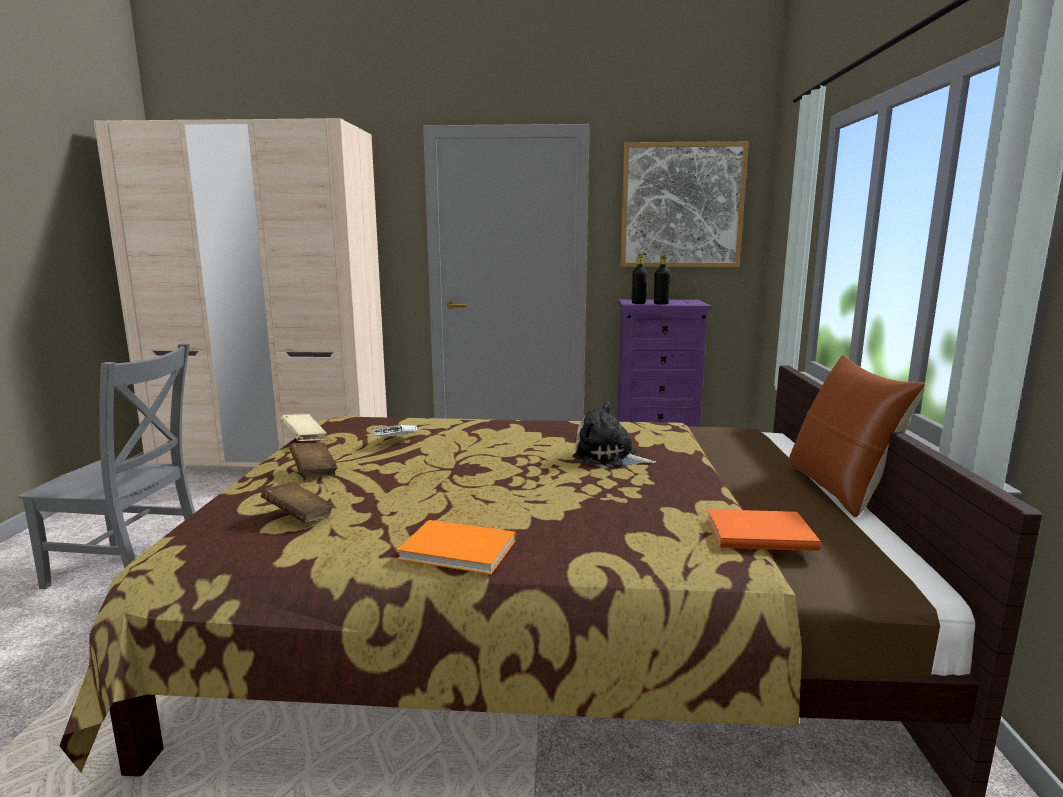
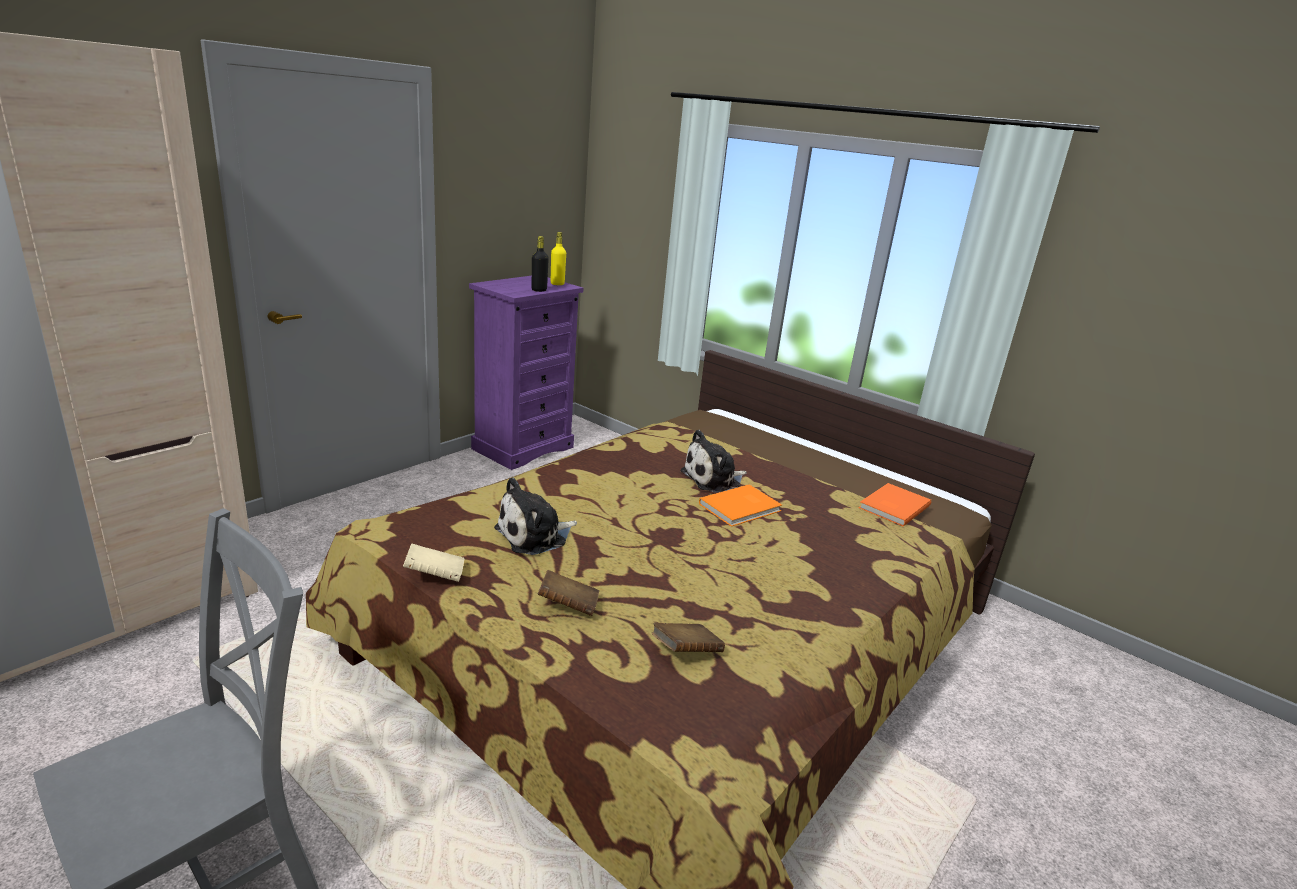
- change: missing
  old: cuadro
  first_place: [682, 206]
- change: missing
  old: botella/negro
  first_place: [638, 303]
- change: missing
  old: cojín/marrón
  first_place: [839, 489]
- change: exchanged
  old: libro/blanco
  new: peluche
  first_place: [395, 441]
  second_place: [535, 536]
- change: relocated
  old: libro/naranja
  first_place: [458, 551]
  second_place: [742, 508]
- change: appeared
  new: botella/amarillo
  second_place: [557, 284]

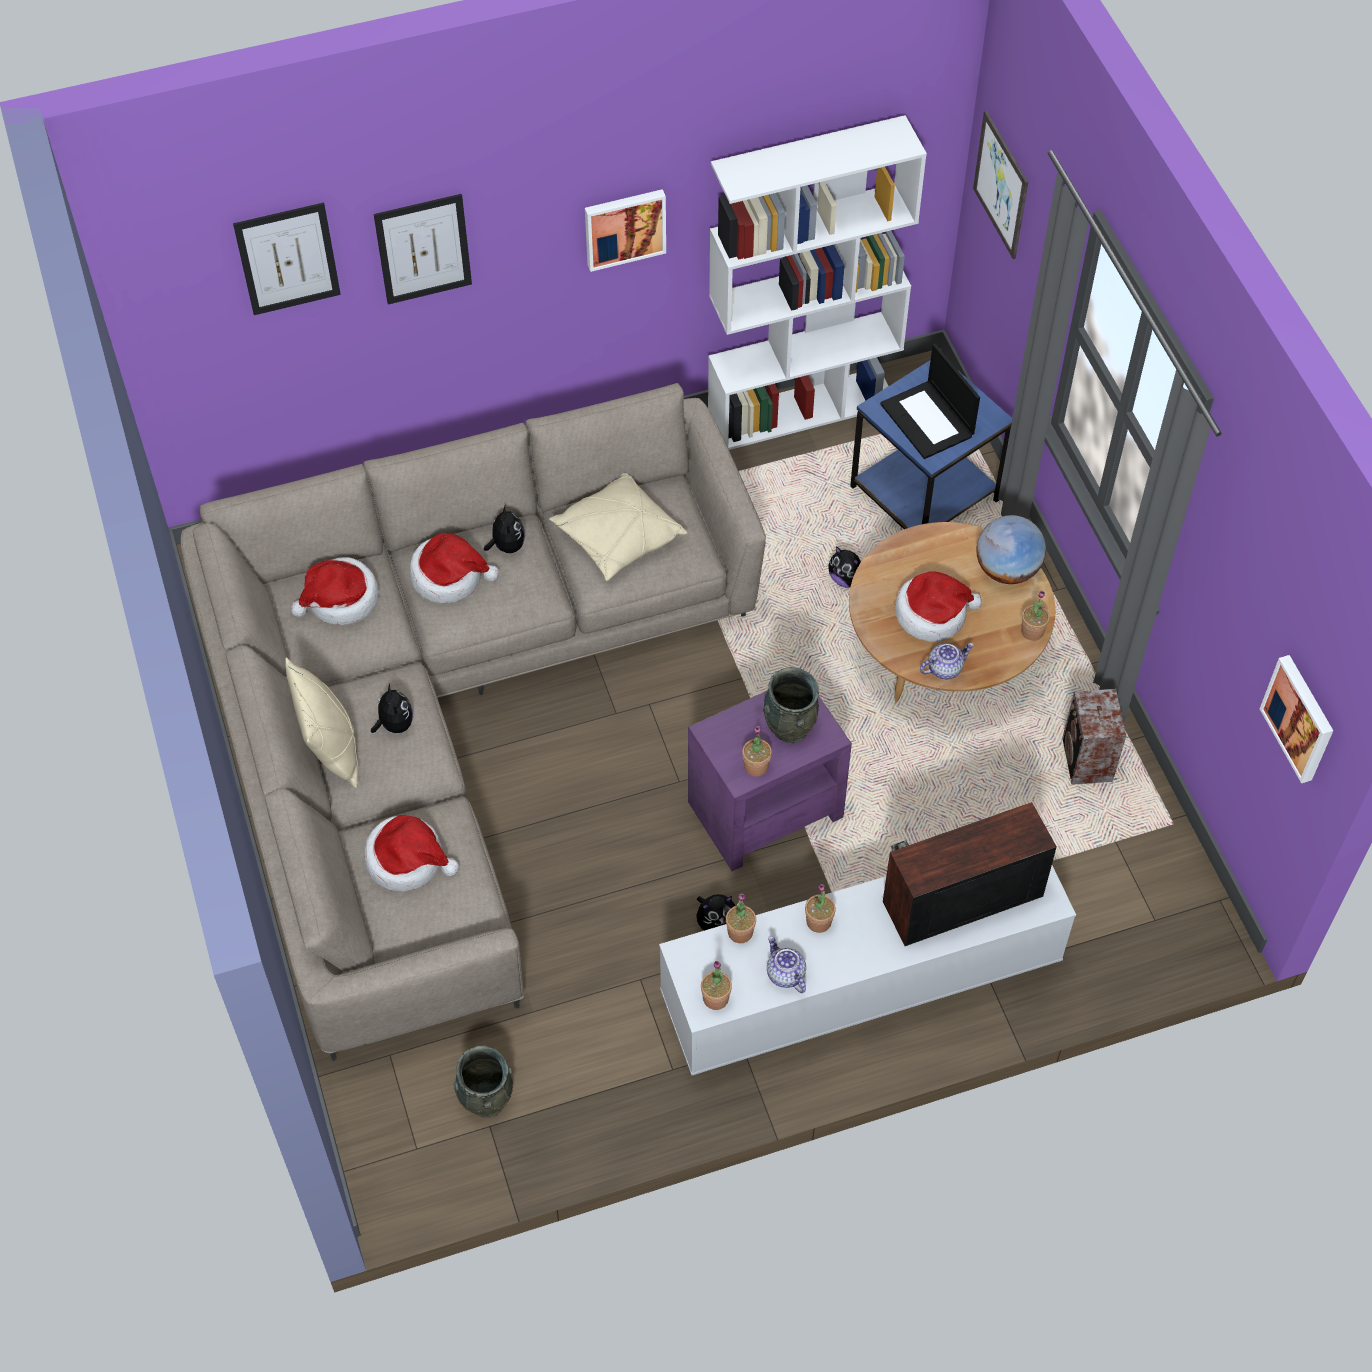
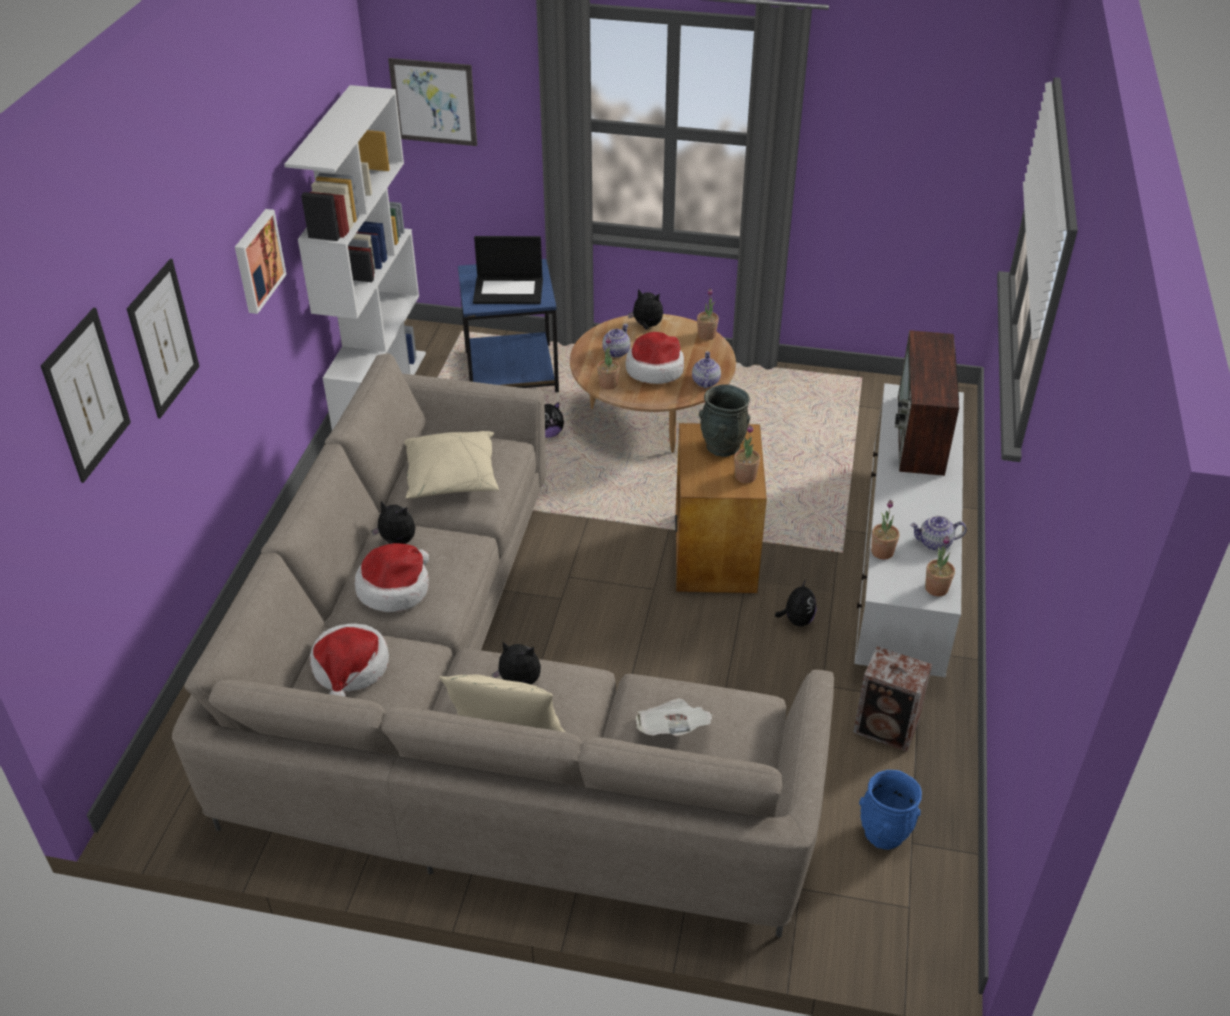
- change: exchanged
  old: globo terráqueo
  new: peluche
  first_place: [1006, 570]
  second_place: [647, 326]
- change: missing
  old: cuadro
  first_place: [1300, 717]
- change: relocated
  old: altavoz
  first_place: [1086, 762]
  second_place: [887, 728]
- change: colour
  old: mesa auxiliar/morado
  new: mesa auxiliar/marrón
  first_place: [764, 809]
  second_place: [714, 554]
- change: exchanged
  old: sombrero
  new: periódico
  first_place: [407, 860]
  second_place: [672, 731]
- change: relocated
  old: planta en maceta
  first_place: [818, 922]
  second_place: [608, 384]
- change: colour
  old: florero/gris
  new: florero/azul
  first_place: [486, 1099]
  second_place: [883, 834]
- change: appeared
  new: tetera
  second_place: [616, 352]

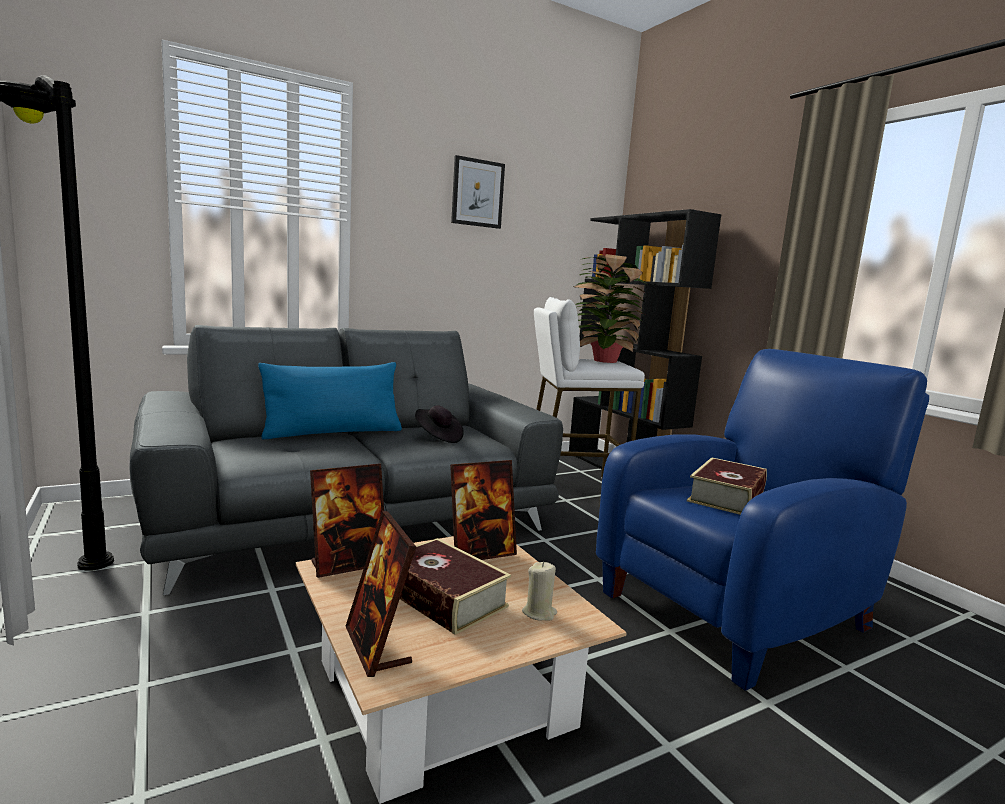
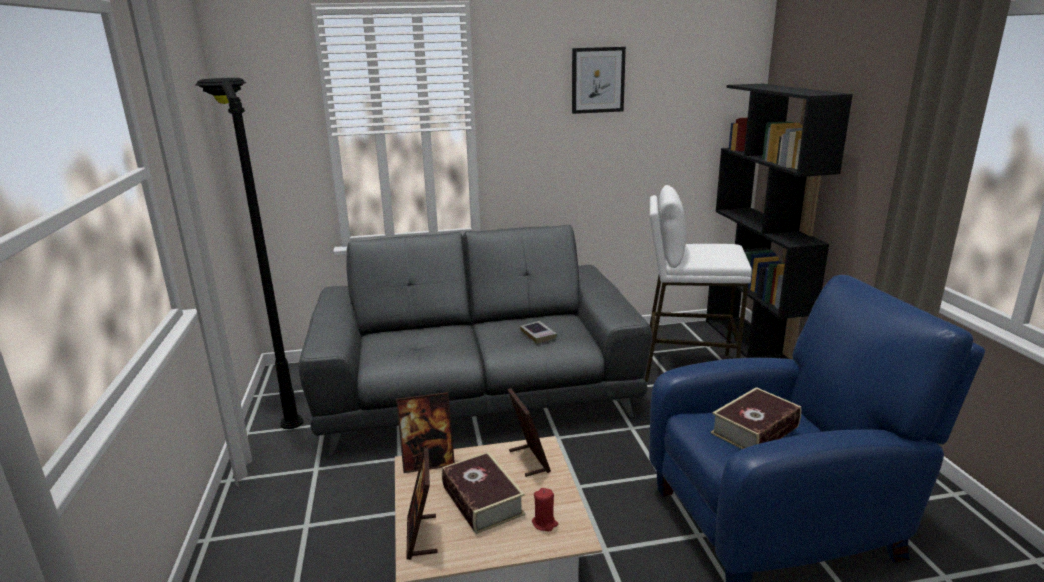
- change: missing
  old: planta en maceta
  first_place: [603, 360]
- change: missing
  old: cojín/azul
  first_place: [333, 432]
- change: exchanged
  old: sombrero/negro
  new: libro
  first_place: [438, 437]
  second_place: [538, 335]
- change: spun
  old: portarretratos
  first_place: [480, 553]
  second_place: [529, 460]
  degrees: -105
- change: colour
  old: vela/beis
  new: vela/rojo
  first_place: [539, 613]
  second_place: [544, 523]

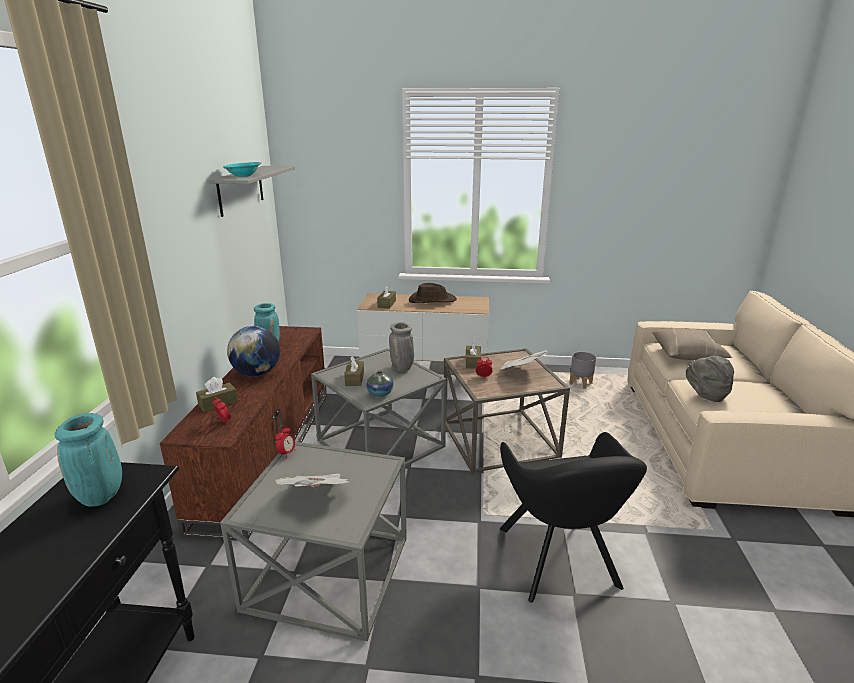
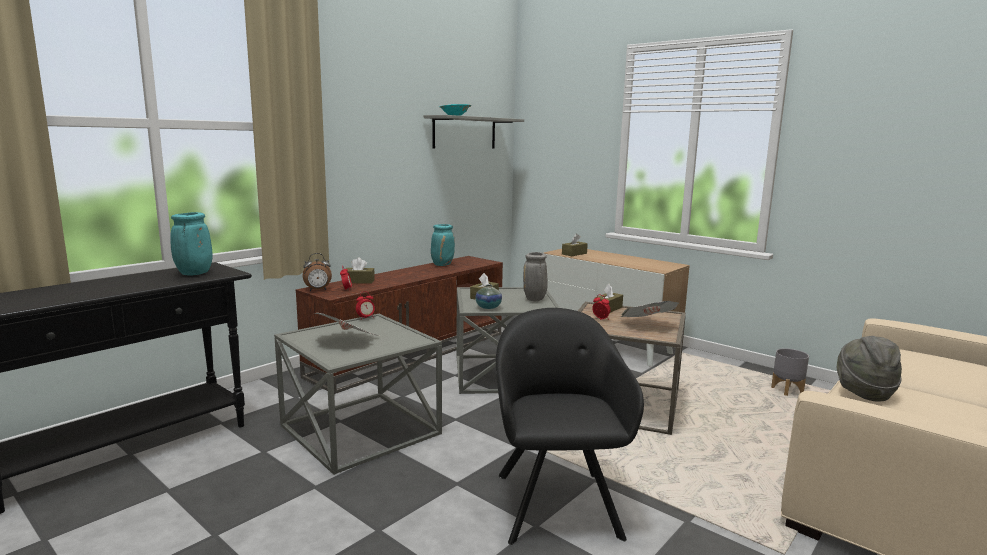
- change: missing
  old: sombrero/marrón
  first_place: [432, 300]
- change: missing
  old: globo terráqueo
  first_place: [257, 373]
- change: missing
  old: cojín/beis
  first_place: [687, 354]
- change: spun
  old: sillón/negro
  first_place: [560, 561]
  second_place: [555, 500]
  degrees: 150
- change: appeared
  new: despertador
  second_place: [318, 290]

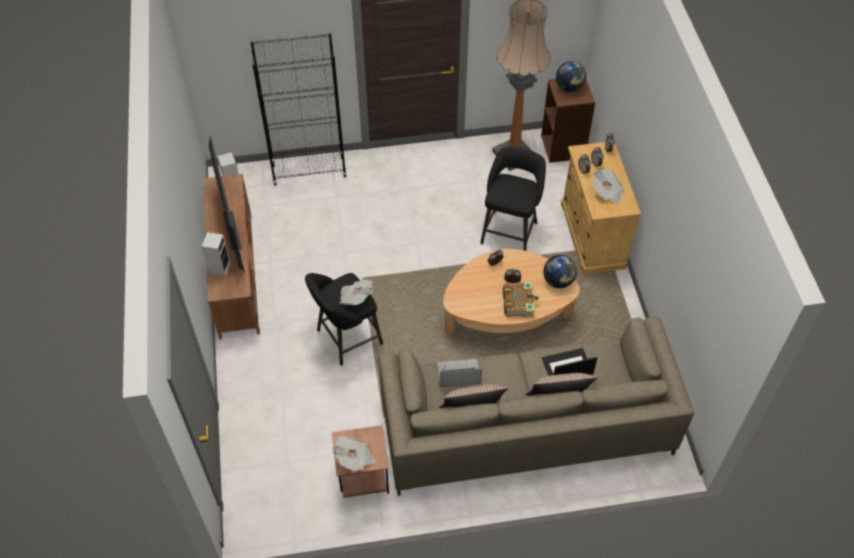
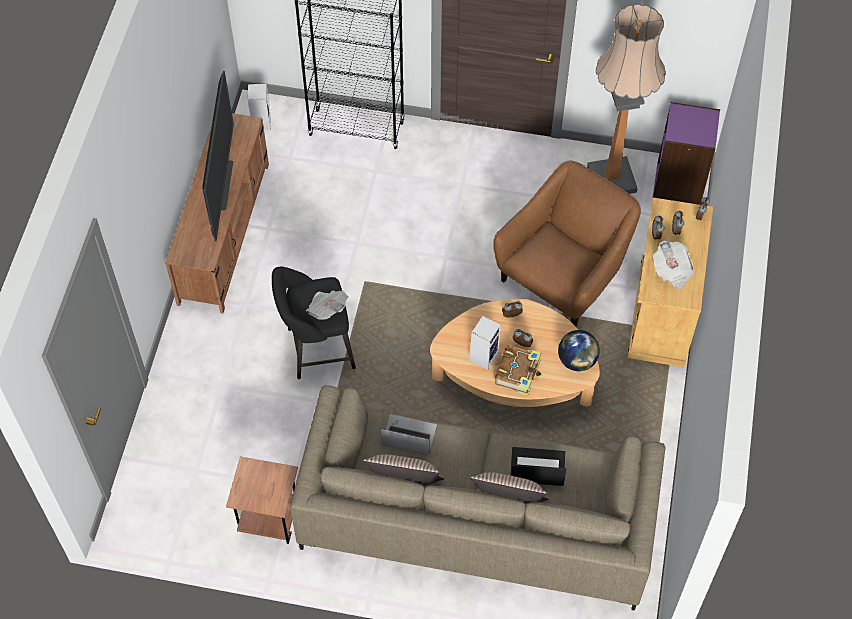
- change: missing
  old: globo terráqueo
  first_place: [569, 87]
- change: colour
  old: estantería/marrón
  new: estantería/morado
  first_place: [563, 147]
  second_place: [678, 186]
- change: exchanged
  old: taburete/negro
  new: sillón/marrón
  first_place: [510, 230]
  second_place: [563, 275]
- change: relocated
  old: altavoz
  first_place: [219, 267]
  second_place: [484, 355]
- change: missing
  old: periódico
  first_place: [354, 458]

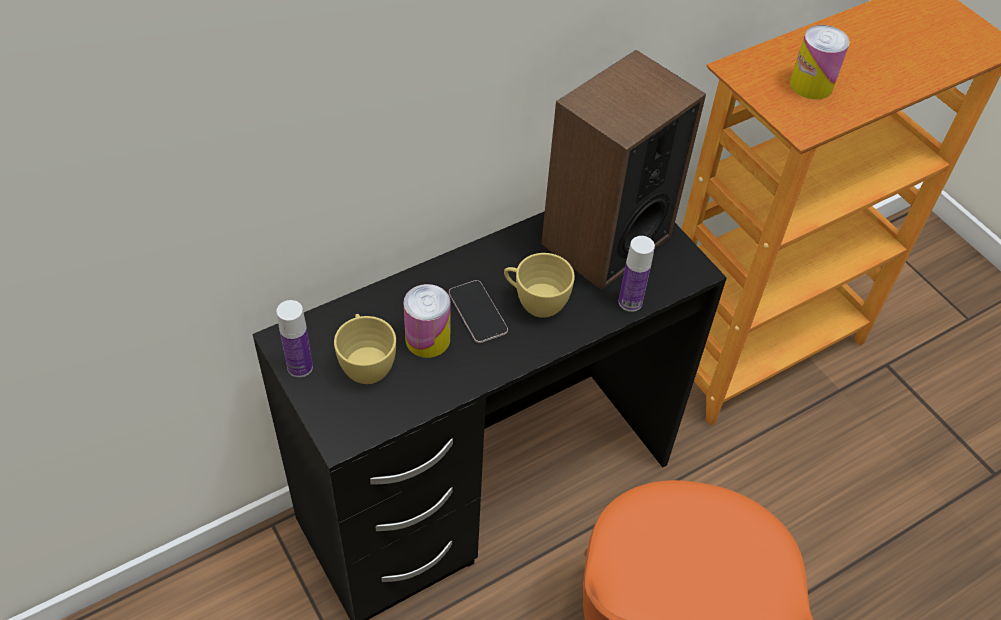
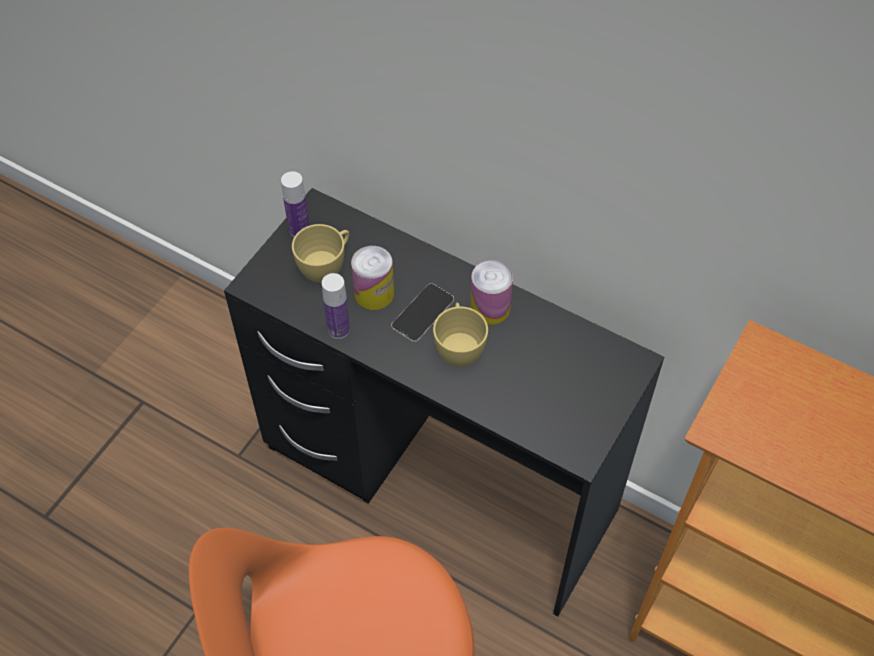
- change: relocated
  old: lata
  first_place: [811, 85]
  second_place: [490, 308]
- change: missing
  old: altavoz
  first_place: [605, 239]
- change: relocated
  old: botella
  first_place: [630, 302]
  second_place: [338, 329]

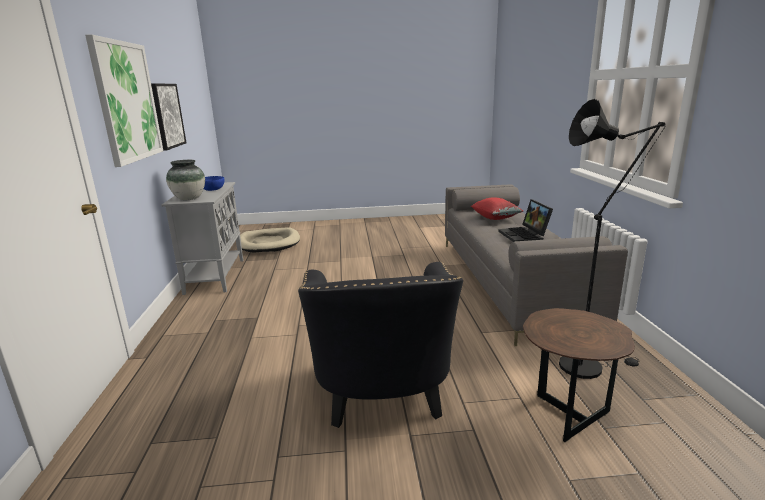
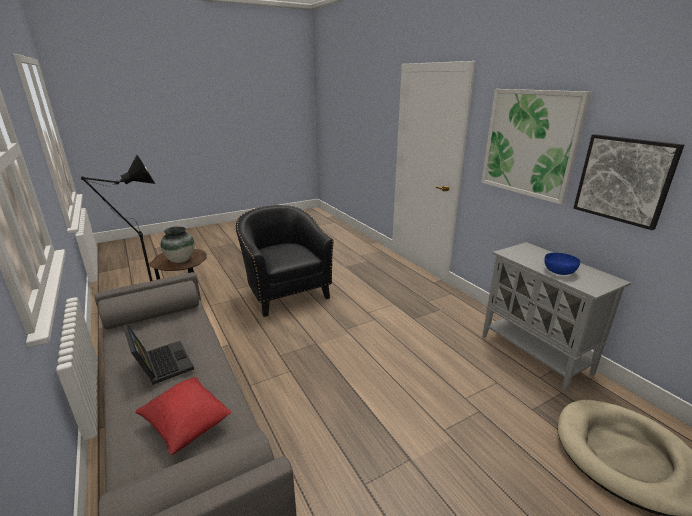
- change: relocated
  old: florero
  first_place: [189, 198]
  second_place: [180, 260]

